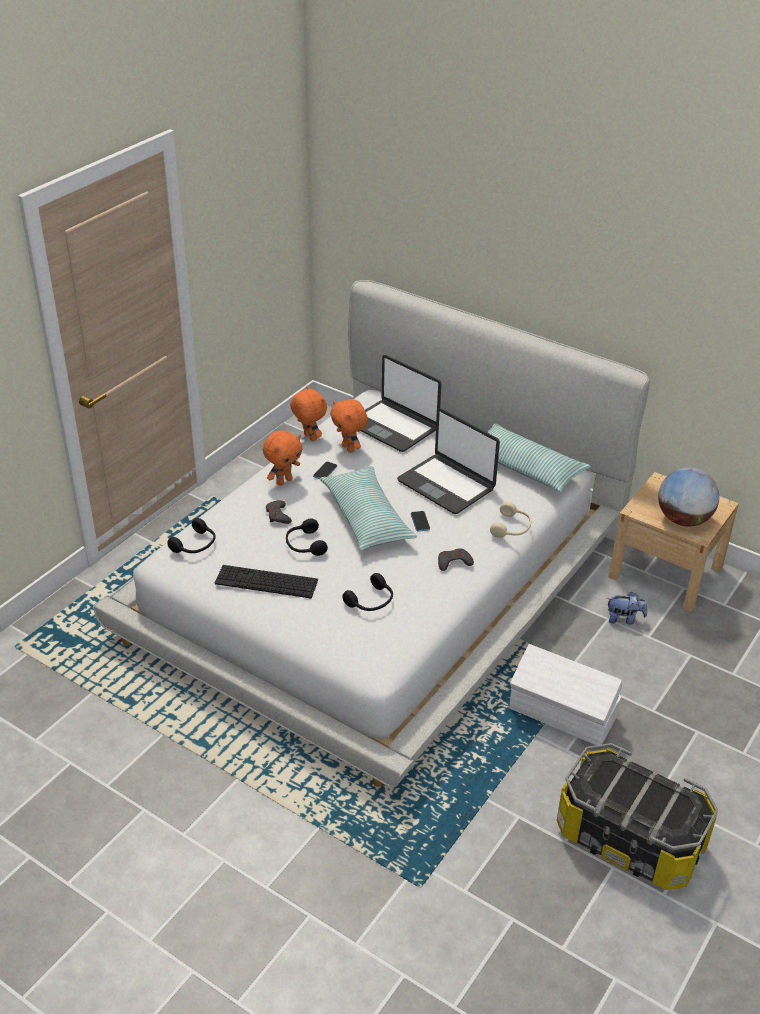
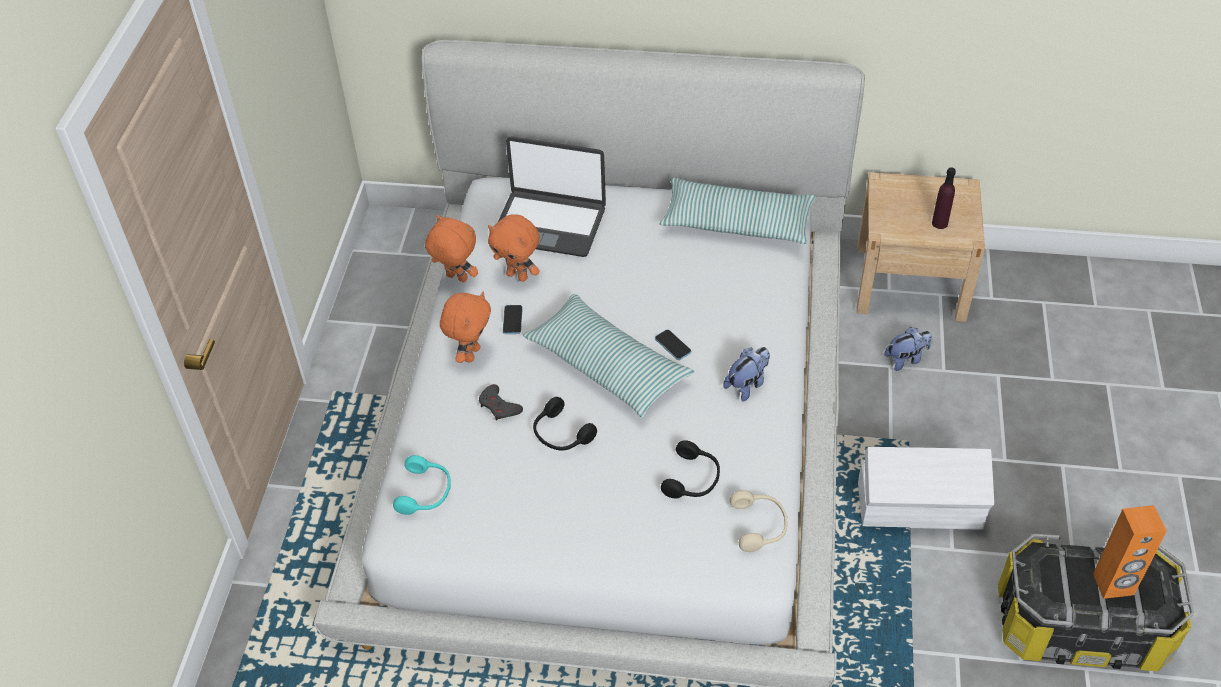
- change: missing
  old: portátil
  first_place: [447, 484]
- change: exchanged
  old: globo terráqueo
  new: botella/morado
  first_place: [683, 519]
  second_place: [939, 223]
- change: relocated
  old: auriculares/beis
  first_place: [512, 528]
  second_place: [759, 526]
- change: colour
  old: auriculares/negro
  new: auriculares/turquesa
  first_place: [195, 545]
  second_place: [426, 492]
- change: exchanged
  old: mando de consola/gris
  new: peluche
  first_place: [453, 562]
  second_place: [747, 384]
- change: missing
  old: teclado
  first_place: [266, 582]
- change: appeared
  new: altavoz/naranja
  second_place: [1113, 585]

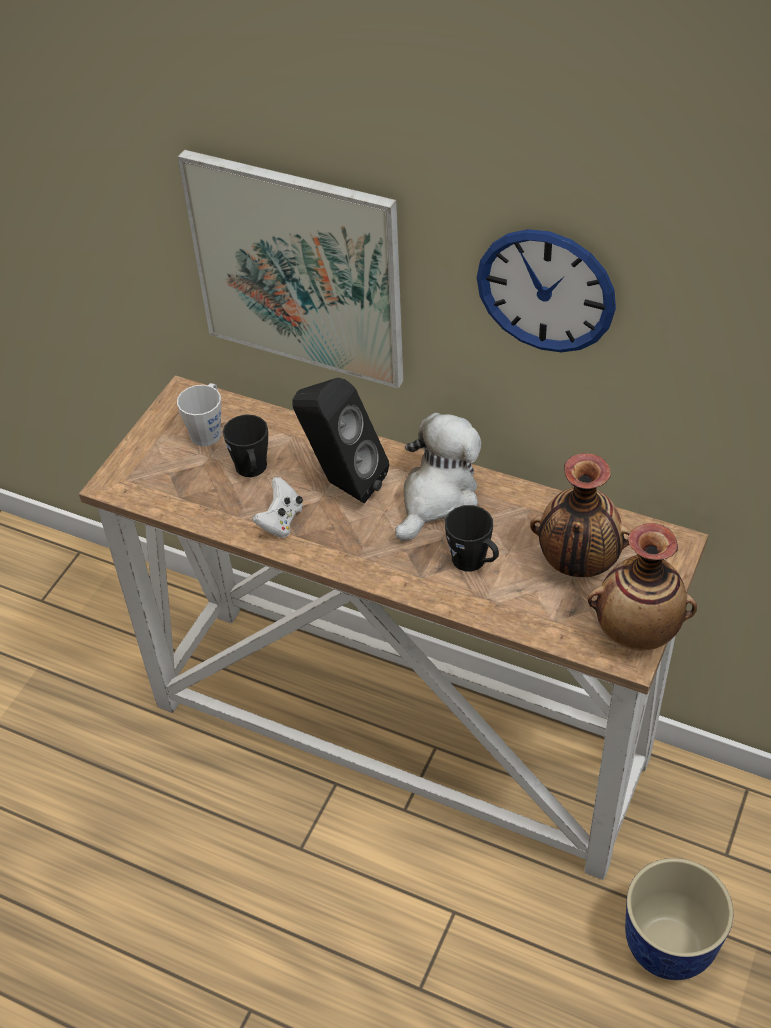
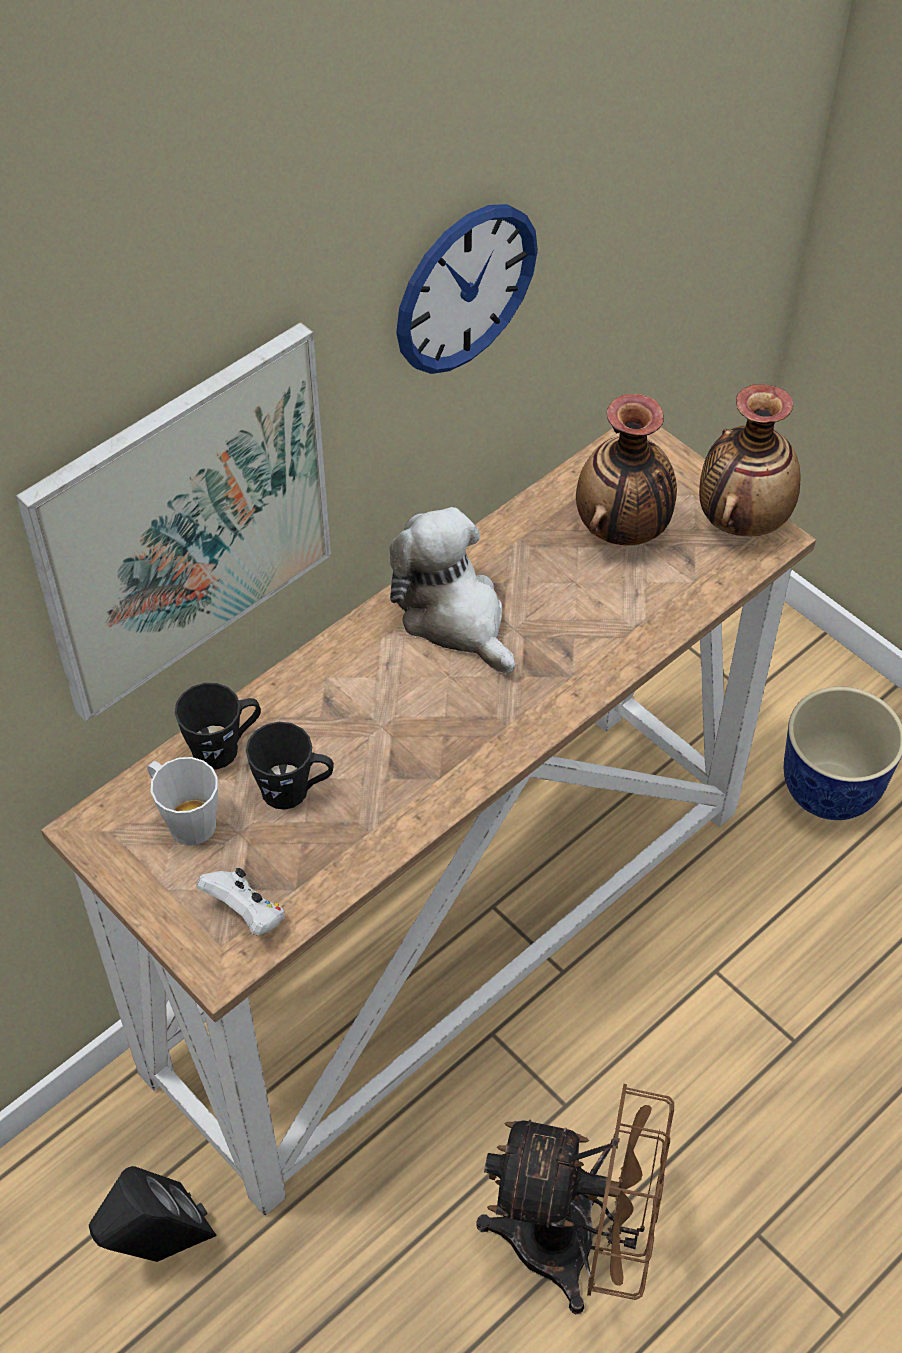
- change: relocated
  old: altavoz/negro
  first_place: [341, 483]
  second_place: [159, 1249]
- change: relocated
  old: mando de consola/blanco
  first_place: [281, 521]
  second_place: [246, 914]
- change: relocated
  old: taza grande/negro
  first_place: [473, 562]
  second_place: [224, 747]
- change: appeared
  new: ventilador/marrón
  second_place: [577, 1245]

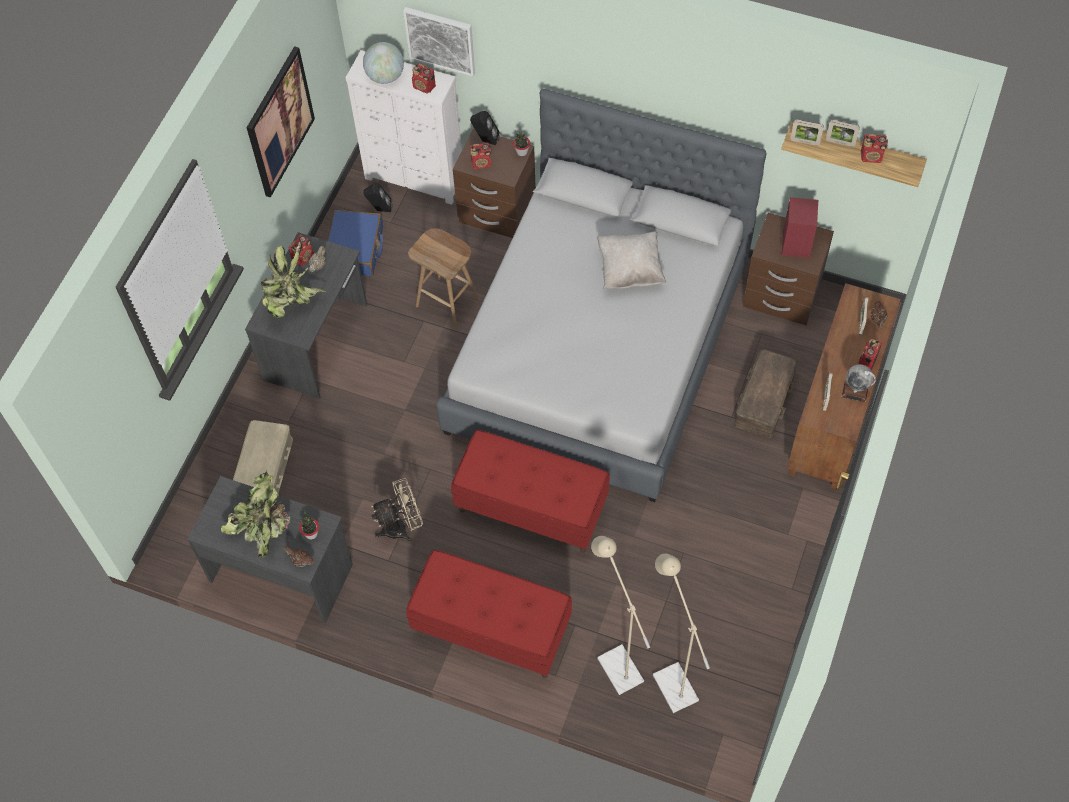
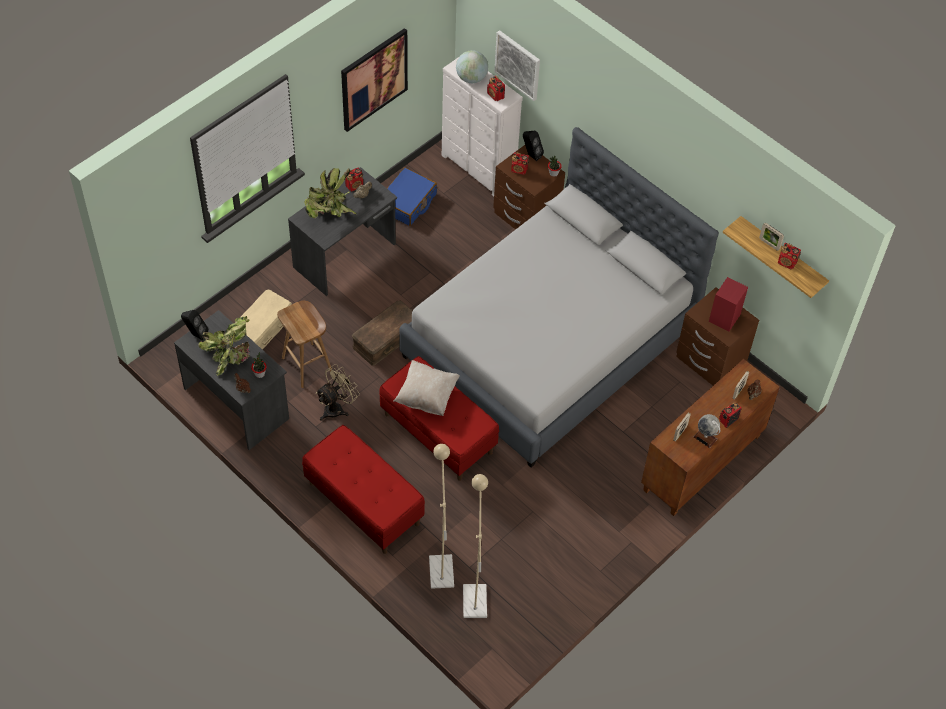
- change: missing
  old: portarretratos
  first_place: [804, 142]
- change: relocated
  old: altavoz/negro
  first_place: [379, 209]
  second_place: [195, 334]
- change: relocated
  old: taburete/marrón
  first_place: [448, 303]
  second_place: [308, 365]
- change: relocated
  old: cojín/beis
  first_place: [630, 270]
  second_place: [427, 396]
- change: relocated
  old: caja de almacenaje/marrón
  first_place: [763, 399]
  second_place: [385, 338]
- change: spun
  old: ventilador/beis
  first_place: [401, 527]
  second_place: [337, 408]
  degrees: -45

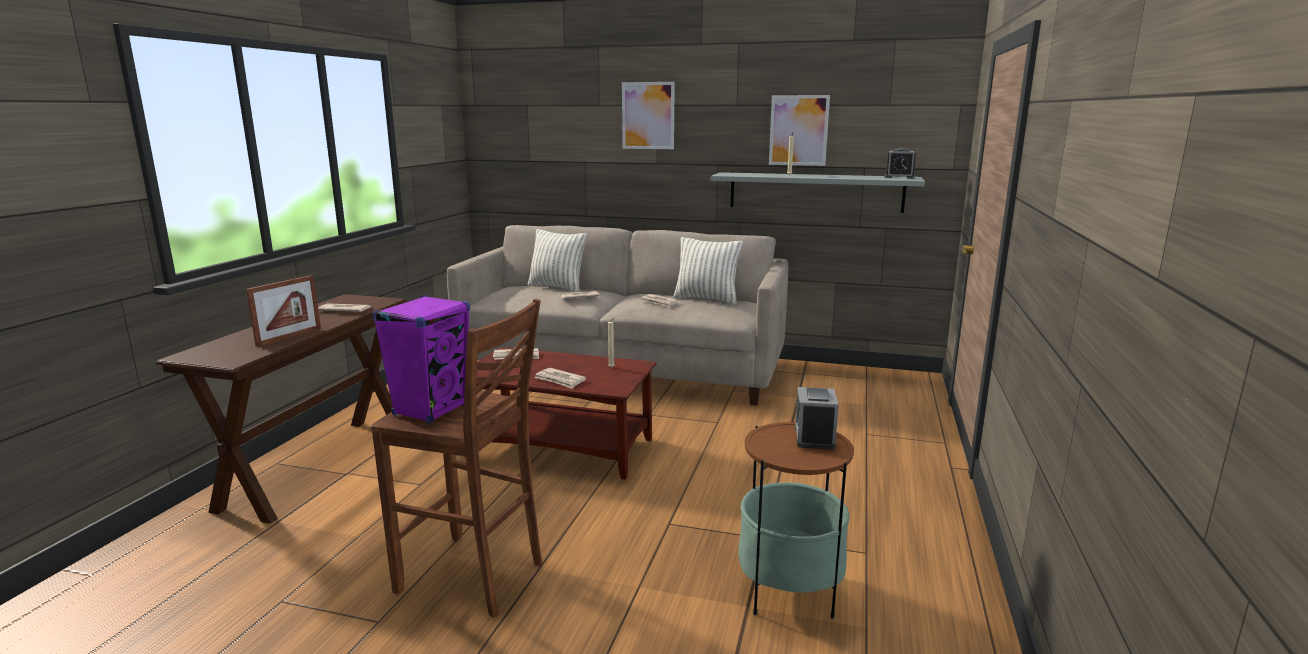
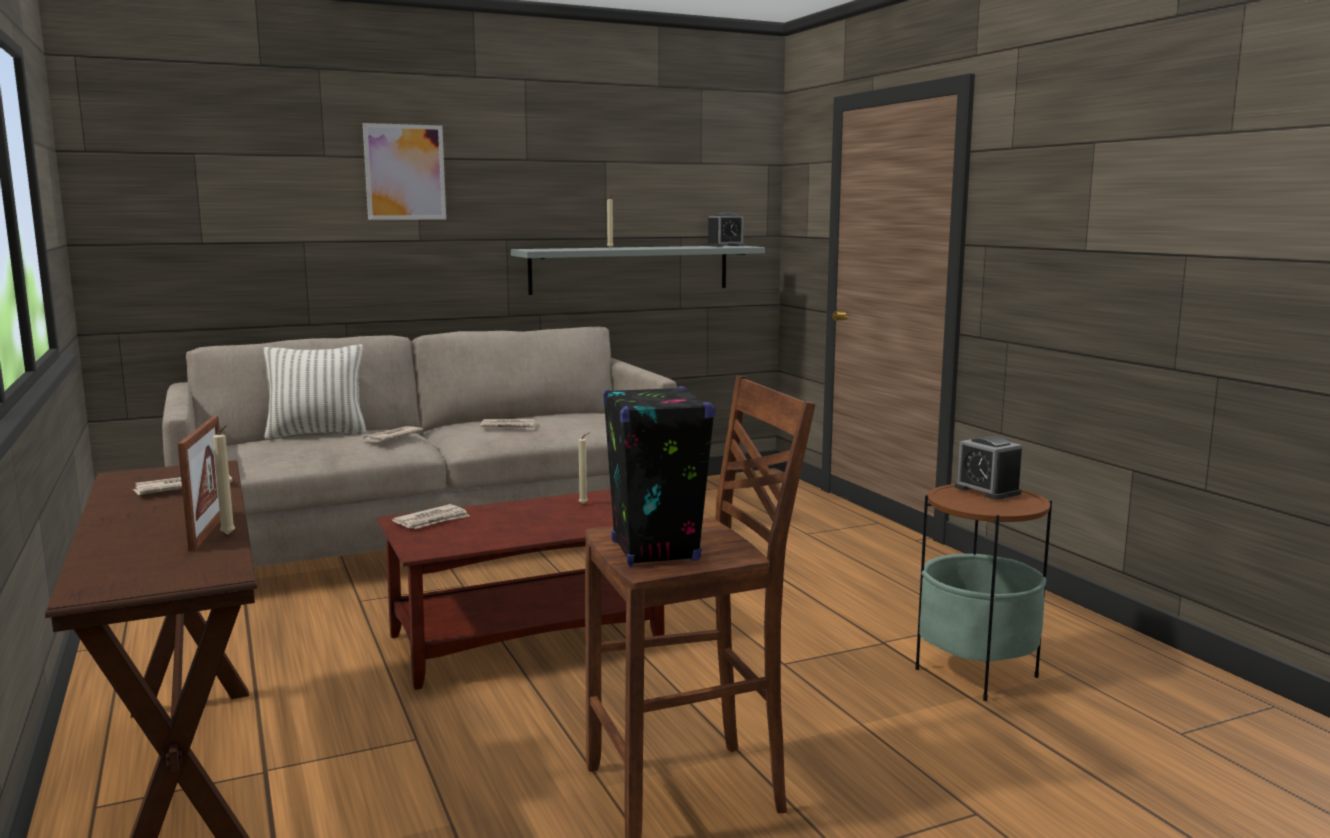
- change: missing
  old: cuadro
  first_place: [798, 130]
- change: missing
  old: cojín
  first_place: [706, 299]
- change: colour
  old: altavoz/morado
  new: altavoz/negro
  first_place: [431, 409]
  second_place: [654, 551]
- change: missing
  old: periódico
  first_place: [560, 380]
- change: appeared
  new: vela/beis
  second_place: [229, 535]

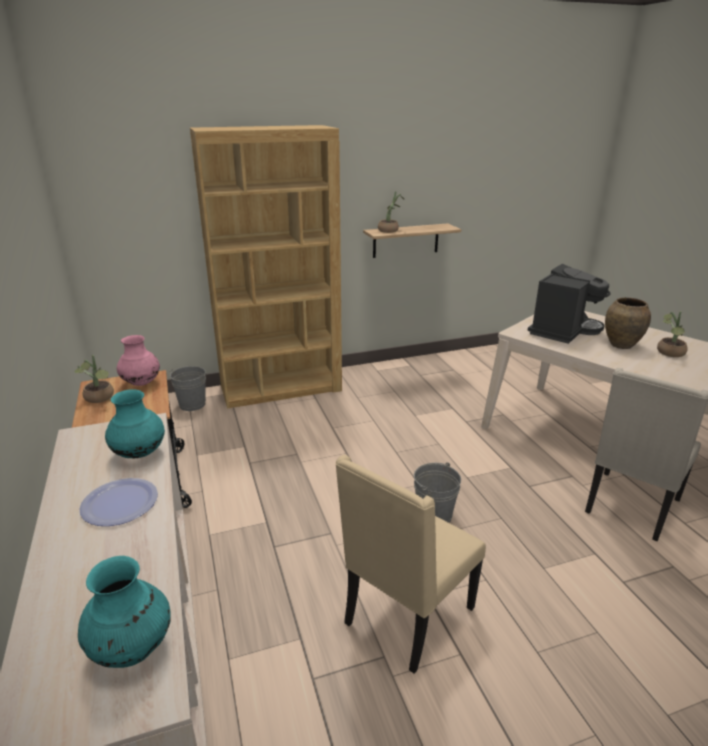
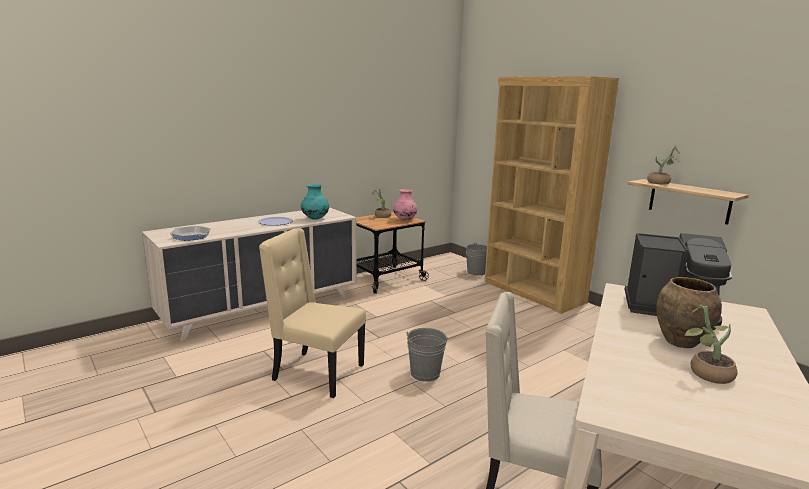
- change: exchanged
  old: florero/turquesa
  new: sartén
  first_place: [132, 648]
  second_place: [191, 236]

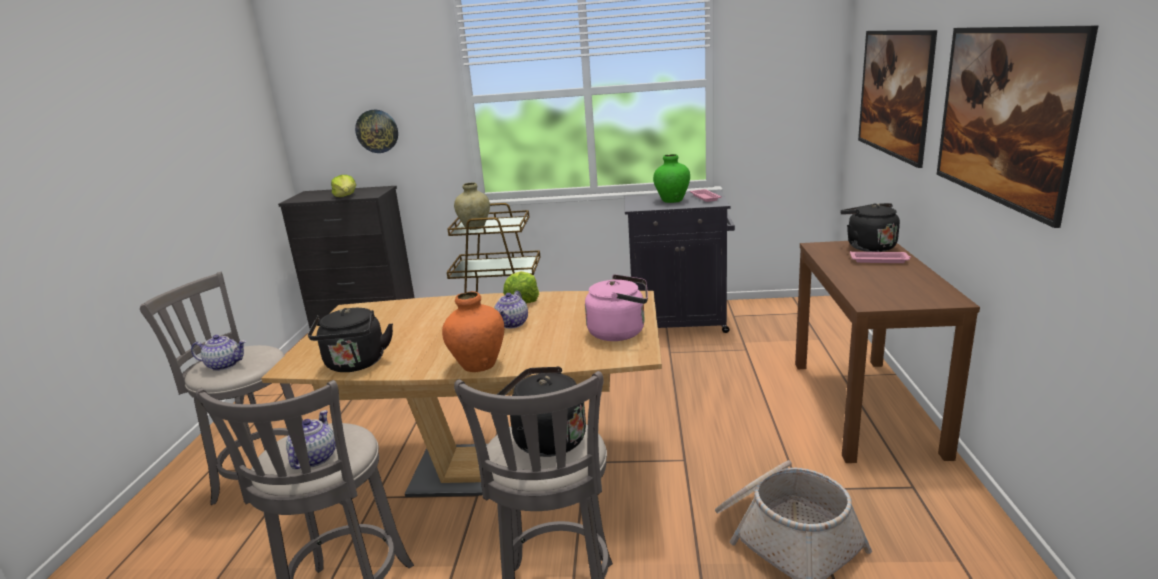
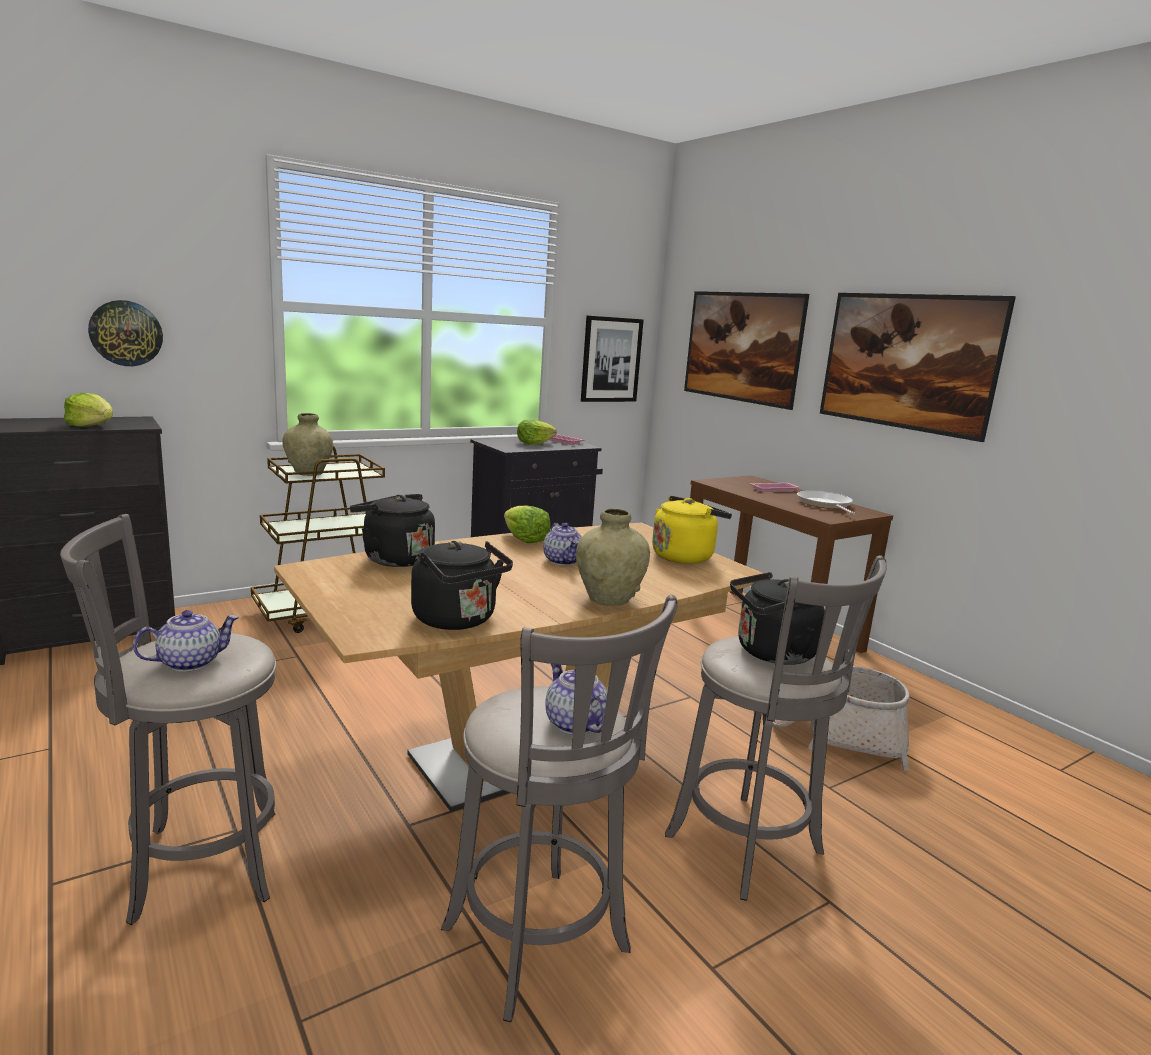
- change: exchanged
  old: florero/verde
  new: lechuga
  first_place: [672, 200]
  second_place: [534, 443]
- change: relocated
  old: hervidor/negro
  first_place: [868, 246]
  second_place: [394, 559]
- change: colour
  old: hervidor/rosa
  new: hervidor/amarillo
  first_place: [620, 332]
  second_place: [684, 556]
- change: colour
  old: florero/naranja
  new: florero/beis
  first_place: [478, 365]
  second_place: [608, 599]
- change: appeared
  new: cuadro
  second_place: [611, 359]
- change: appeared
  new: sartén
  second_place: [825, 505]

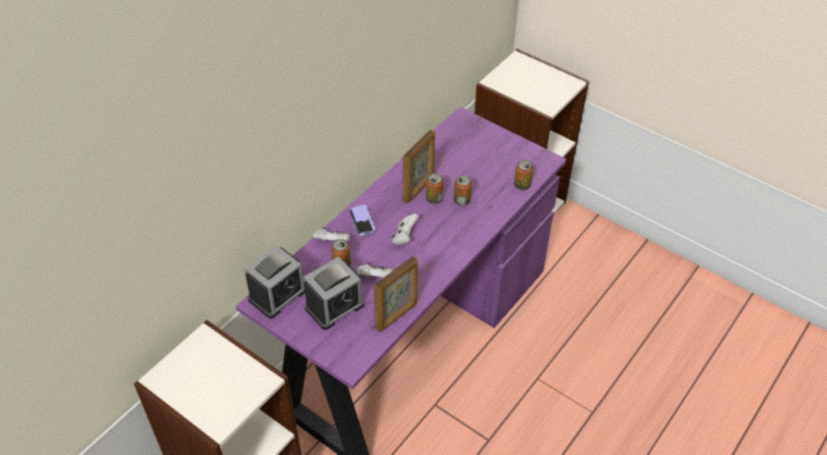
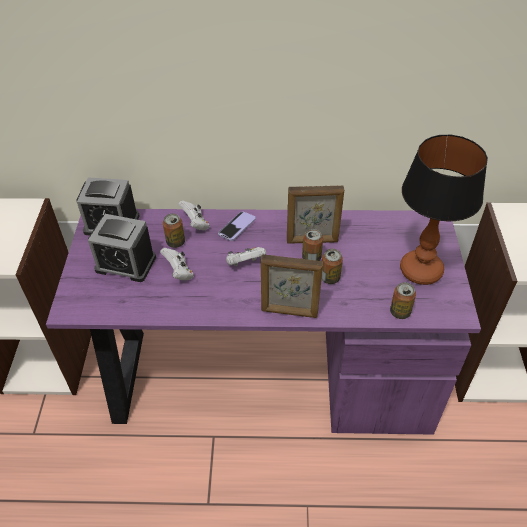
- change: relocated
  old: portarretratos
  first_place: [396, 316]
  second_place: [289, 312]
- change: appeared
  new: lámpara de mesa
  second_place: [421, 270]

